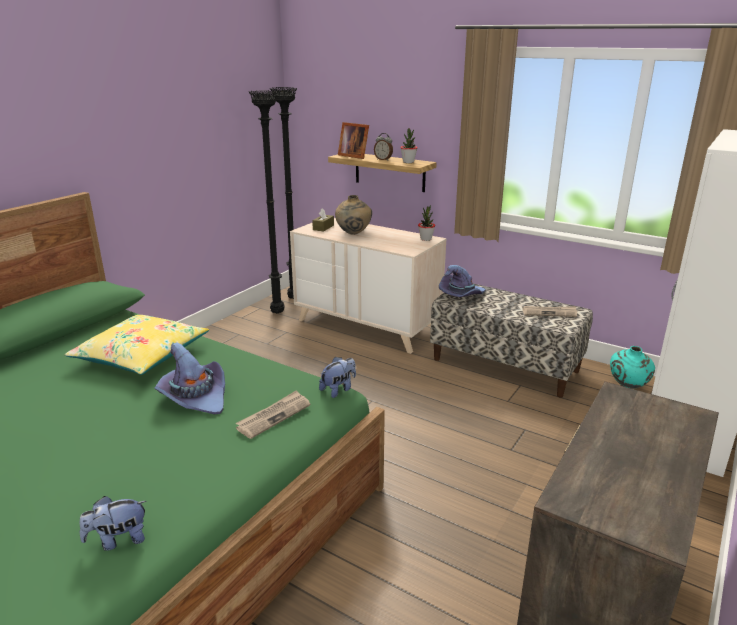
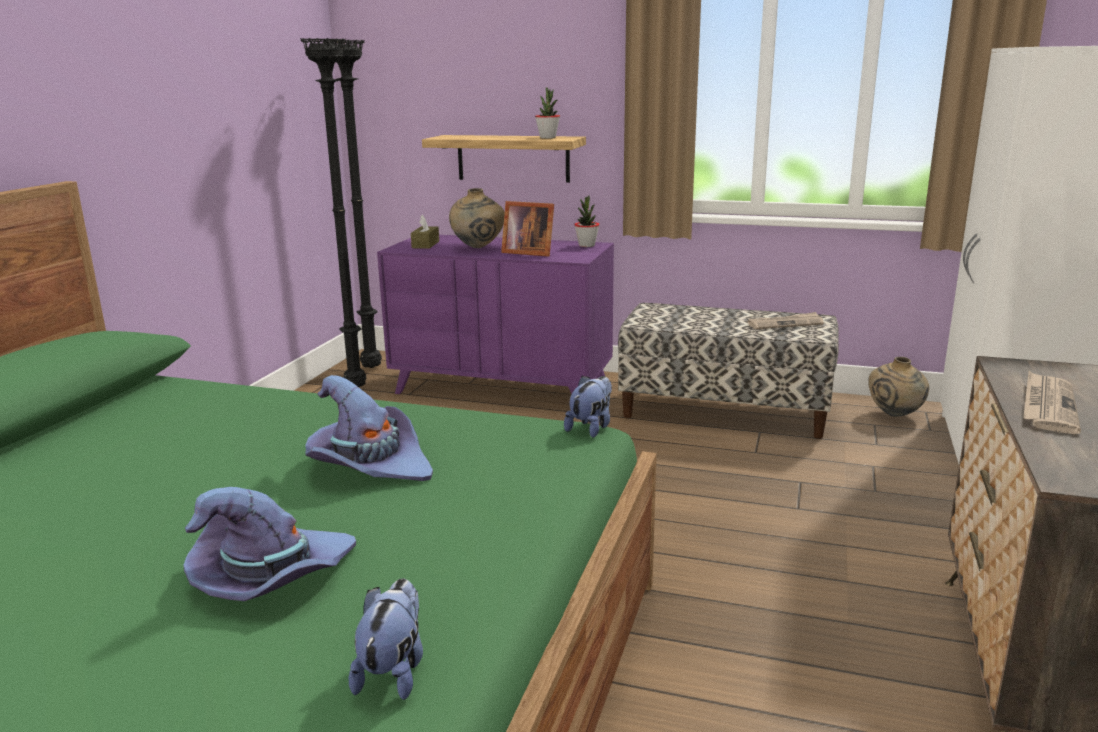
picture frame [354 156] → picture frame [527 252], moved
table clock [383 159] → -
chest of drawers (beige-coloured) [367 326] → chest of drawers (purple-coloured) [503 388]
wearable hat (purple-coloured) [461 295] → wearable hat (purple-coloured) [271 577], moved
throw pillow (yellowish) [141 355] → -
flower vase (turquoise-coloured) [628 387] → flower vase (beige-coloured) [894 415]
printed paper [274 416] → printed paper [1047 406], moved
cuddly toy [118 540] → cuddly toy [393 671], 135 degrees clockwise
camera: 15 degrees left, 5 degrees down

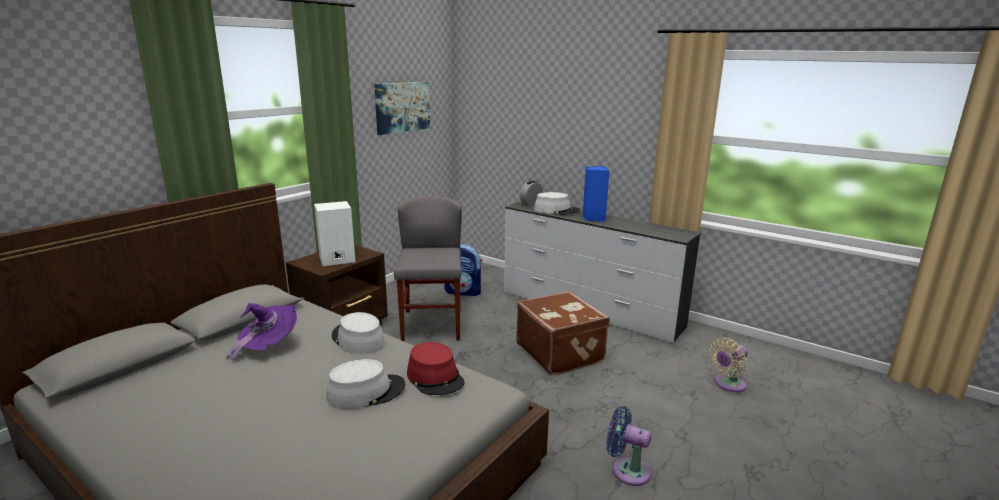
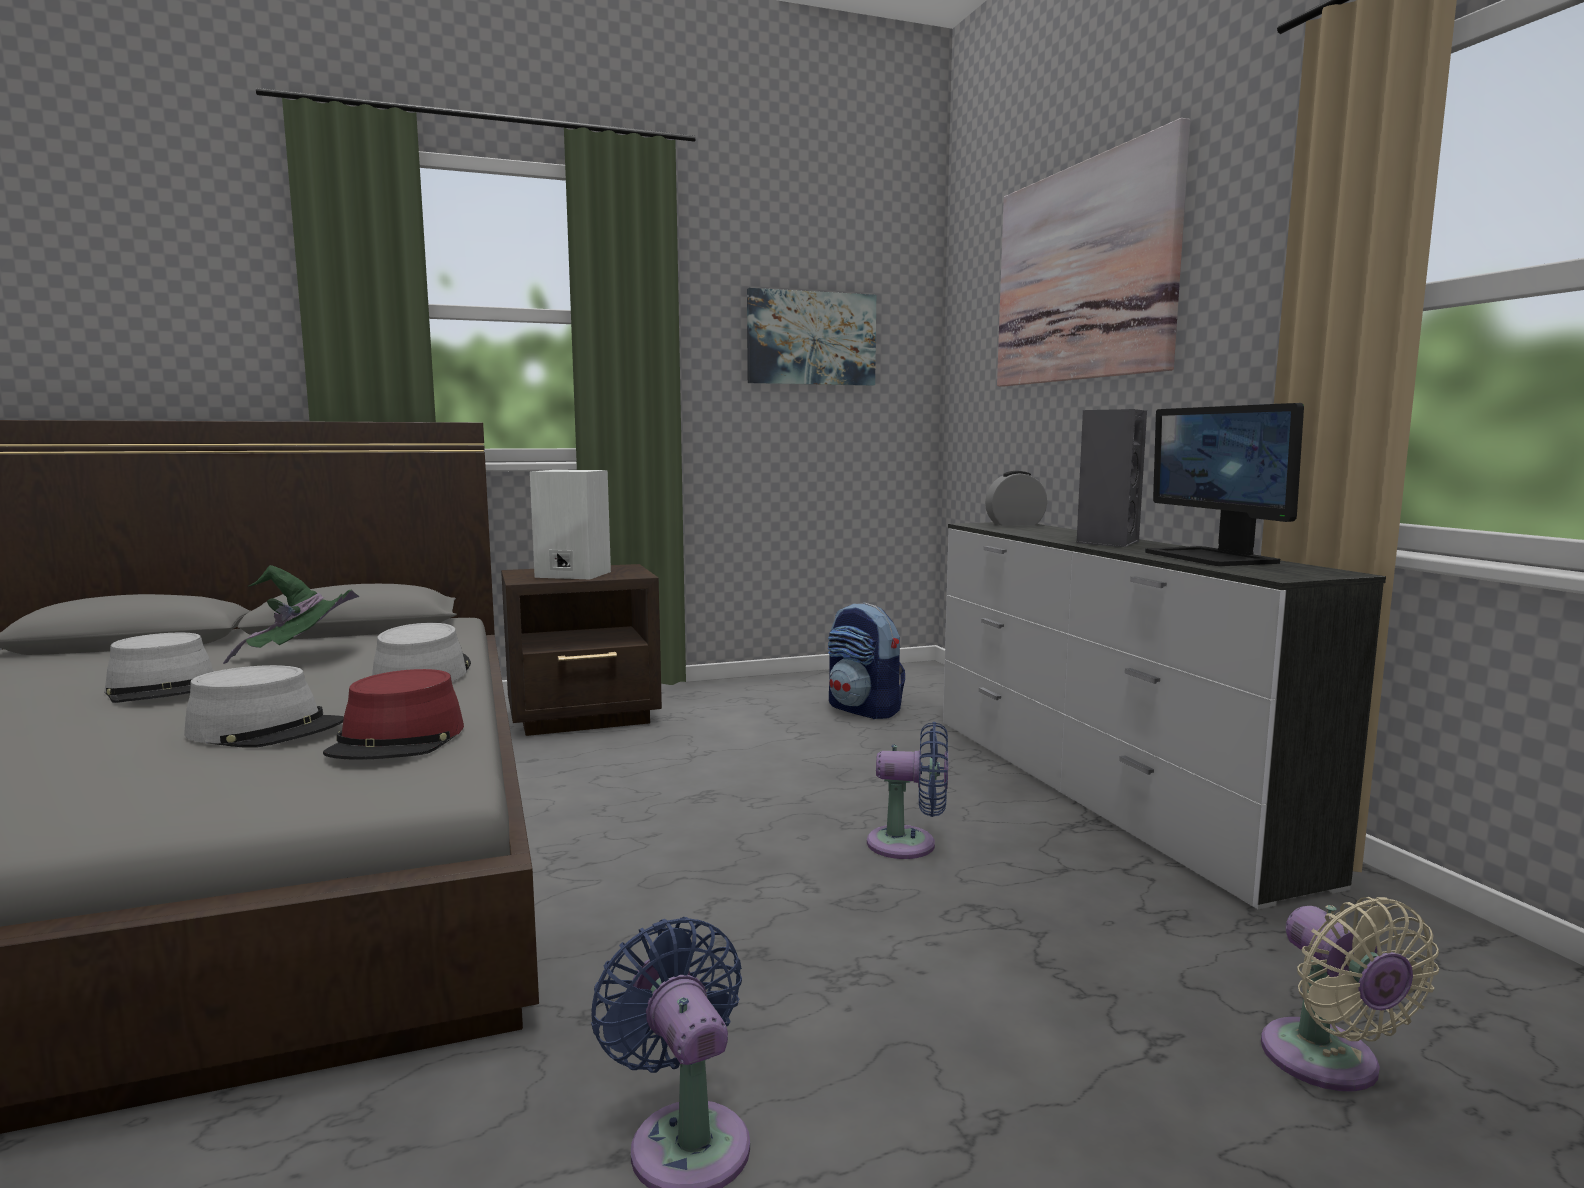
loudspeaker (blue-coloured) [593 218] → loudspeaker (grey) [1107 543]
wearable hat (grey) [556 210] → wearable hat (grey) [164 688], moved
chair (grey) [432 325] → -
travel case (brownish) [560 352] → electric fan (blue-coloured) [909 844]
wearable hat (purple-coloured) [268 346] → wearable hat (greenish) [303 658]
electric fan (beige-coloured) [728 385] → electric fan (beige-coloured) [1328 1064], 105 degrees counterclockwise
- → wall picture [1083 273]
- → computer display [1212 557]
camera: 35 degrees right, 10 degrees down

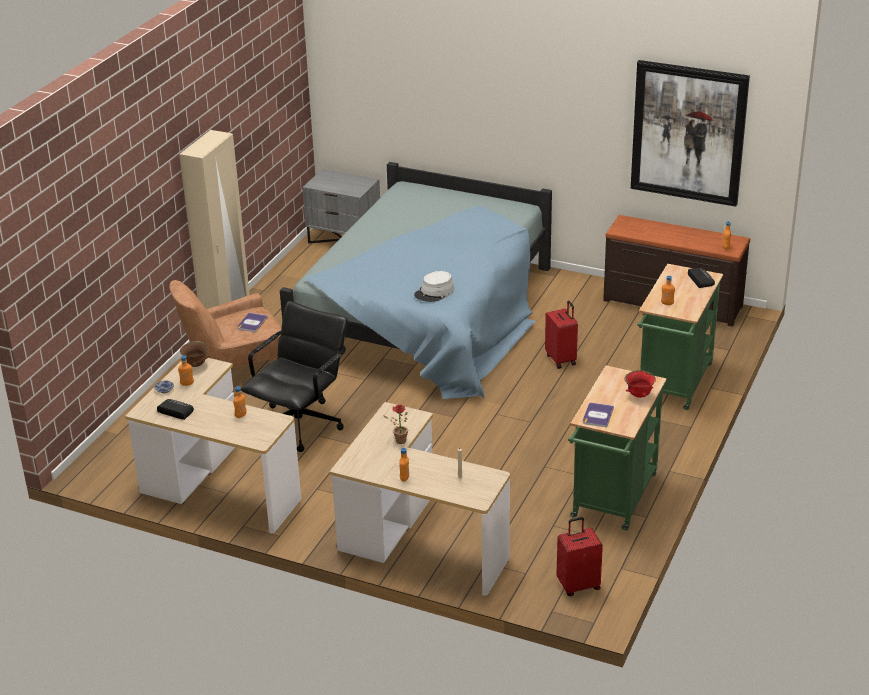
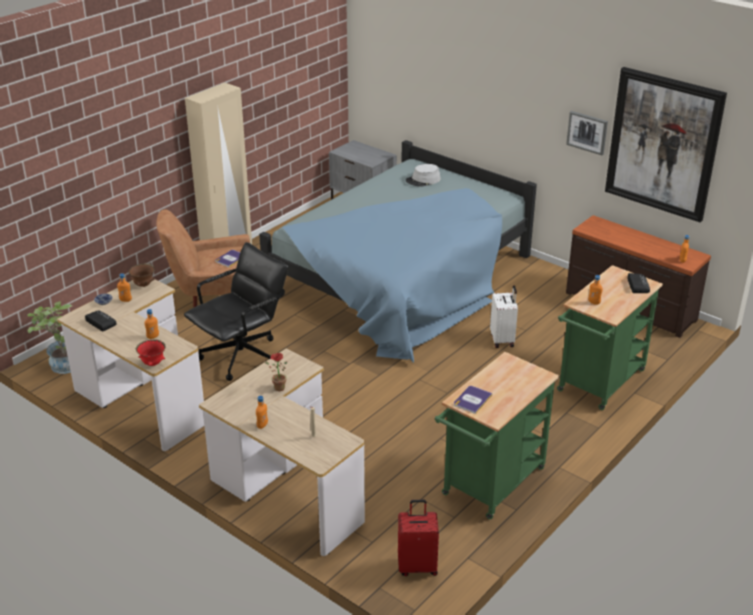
wearable hat (grey) [434 292] → wearable hat (grey) [423 180], moved
travel case (reddish) [561 359] → travel case (white) [503 340]
deep dish (reddish) [639 395] → deep dish (reddish) [153 363], moved
- → wall picture [587 132]
- → potted plant [61 364]
camera: 15 degrees right, 0 degrees up

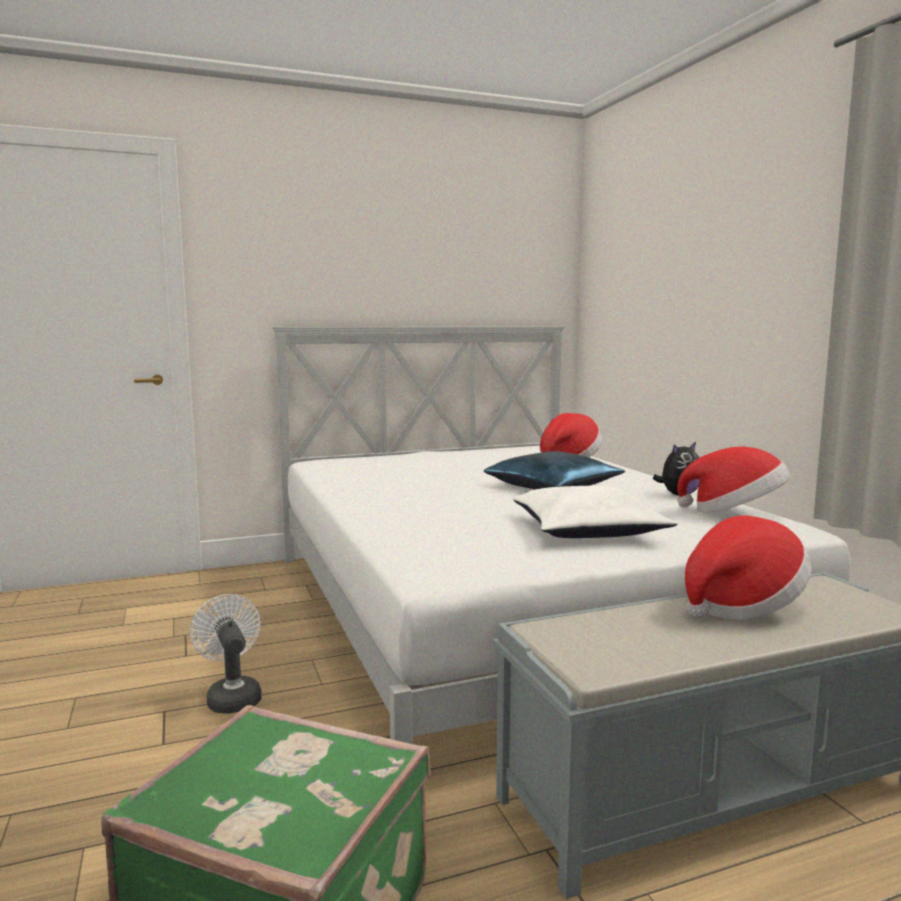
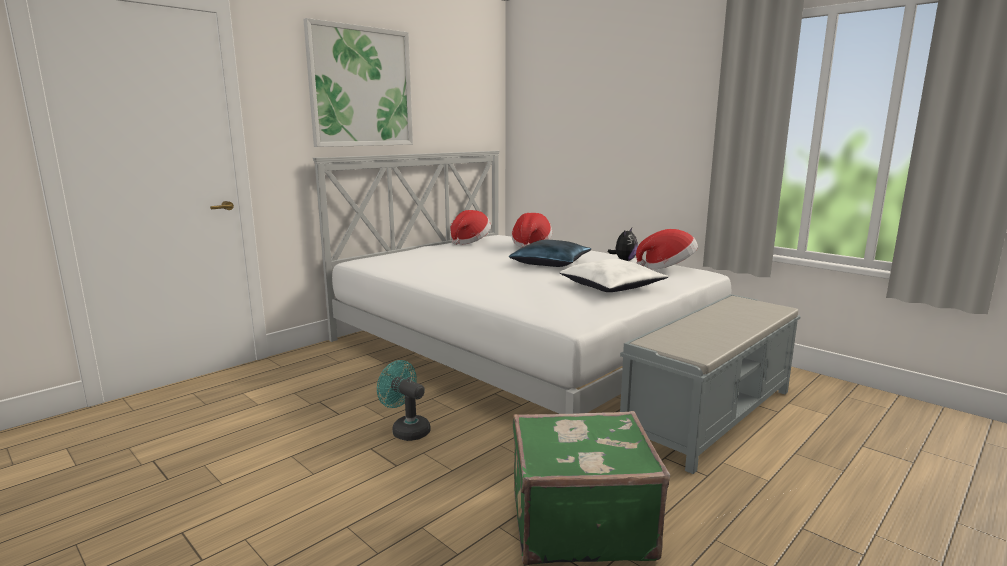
wearable hat [740 605] → wearable hat [469 241], moved
electric fan (white) [232 696] → electric fan (turquoise-coloured) [406 430]
- → wall picture [361 87]
camera: 25 degrees left, 5 degrees up

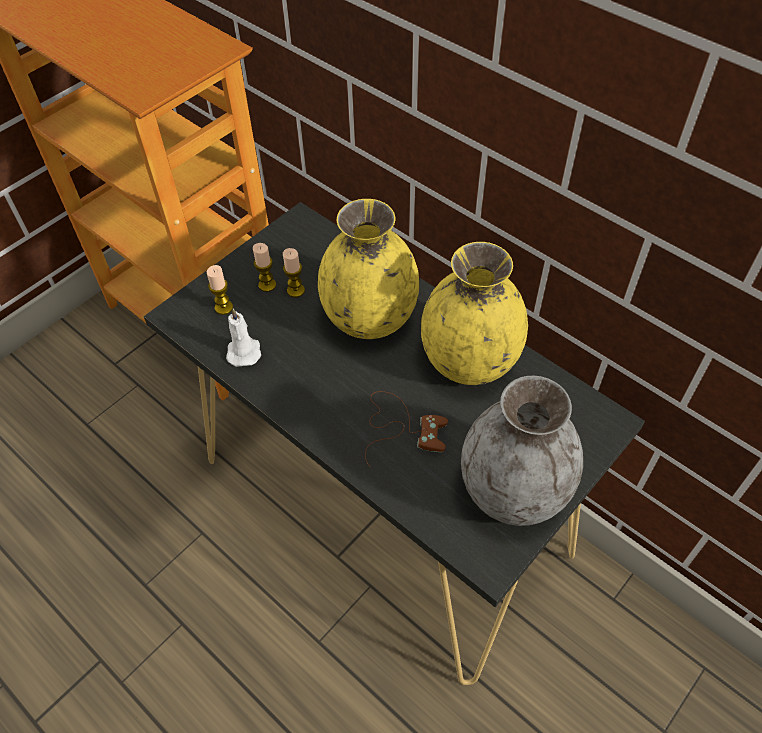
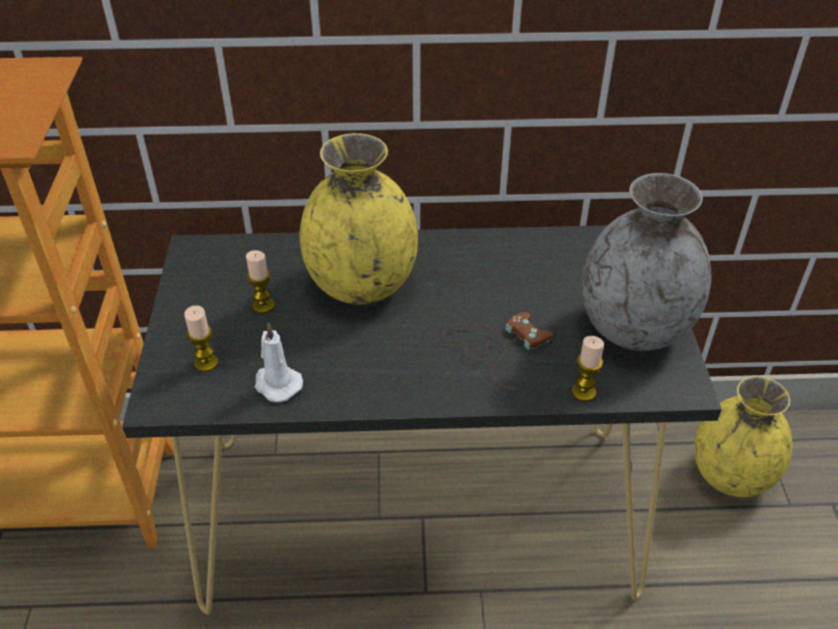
flower vase (yellowish) [469 361] → flower vase (yellowish) [731 476], moved
wax light [267 285] → wax light [583 392], moved
camera: 45 degrees left, 10 degrees down

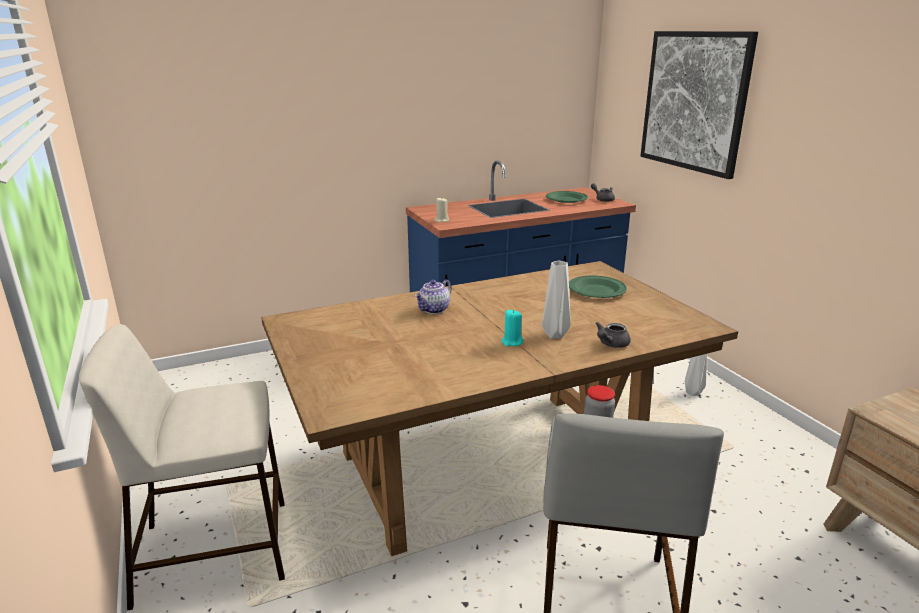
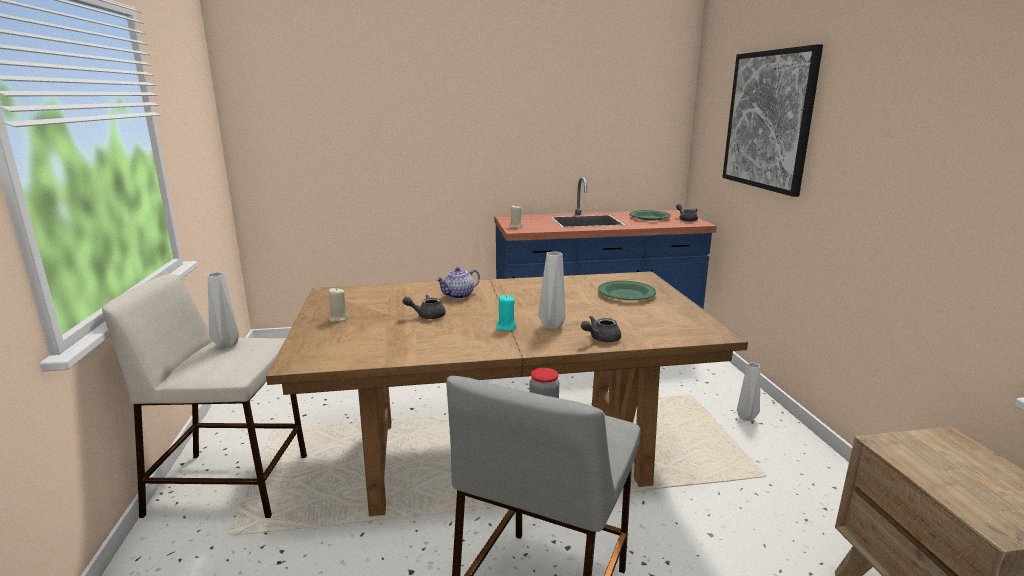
- → flower vase (grey) [226 345]
- → wax light (beige-coloured) [338 318]
- → tea pot (grey) [427 316]
camera: 15 degrees right, 5 degrees down

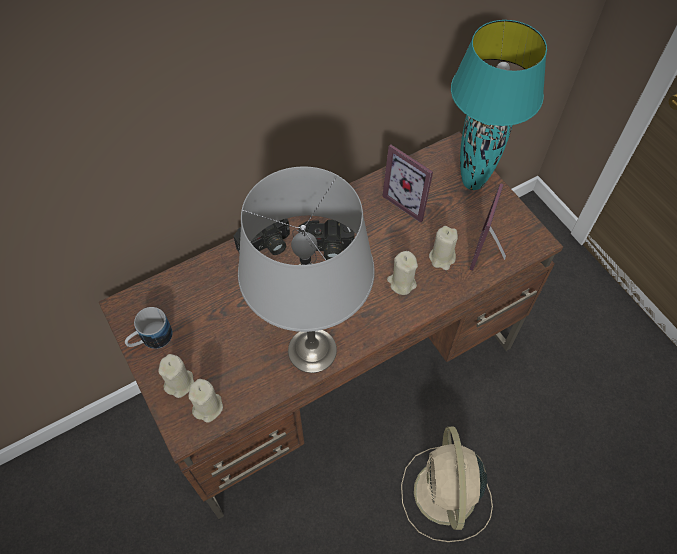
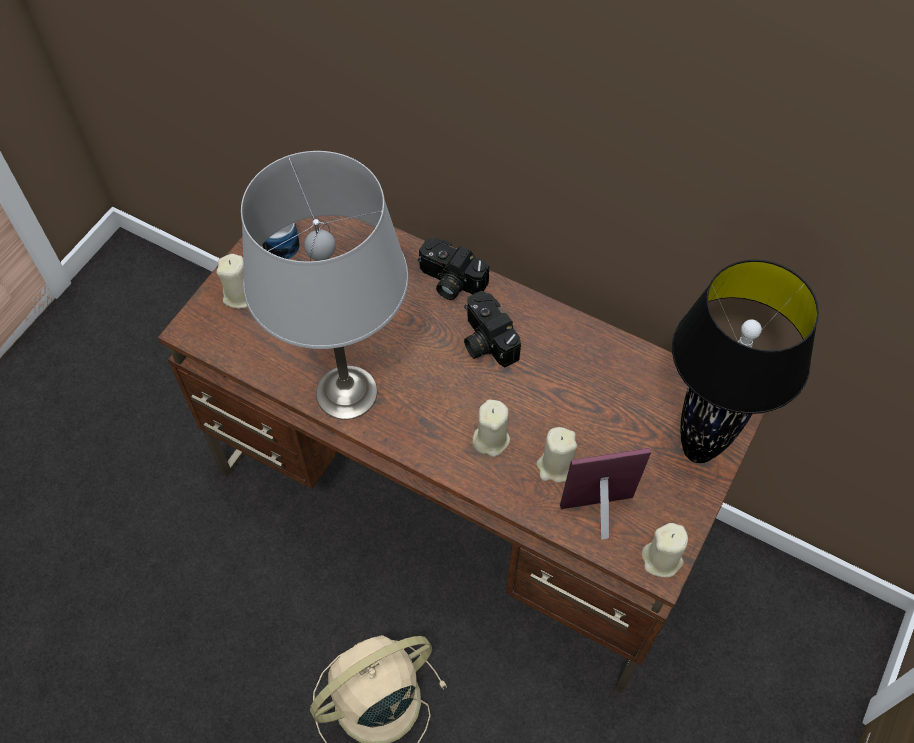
lamp for a table (turquoise-coloured) [472 182] → lamp for a table (black-coloured) [698 449]
picture frame [410 200] → -
wax light (beige-coloured) [208 407] → wax light (beige-coloured) [662 559], moved
camera: 60 degrees right, 0 degrees up

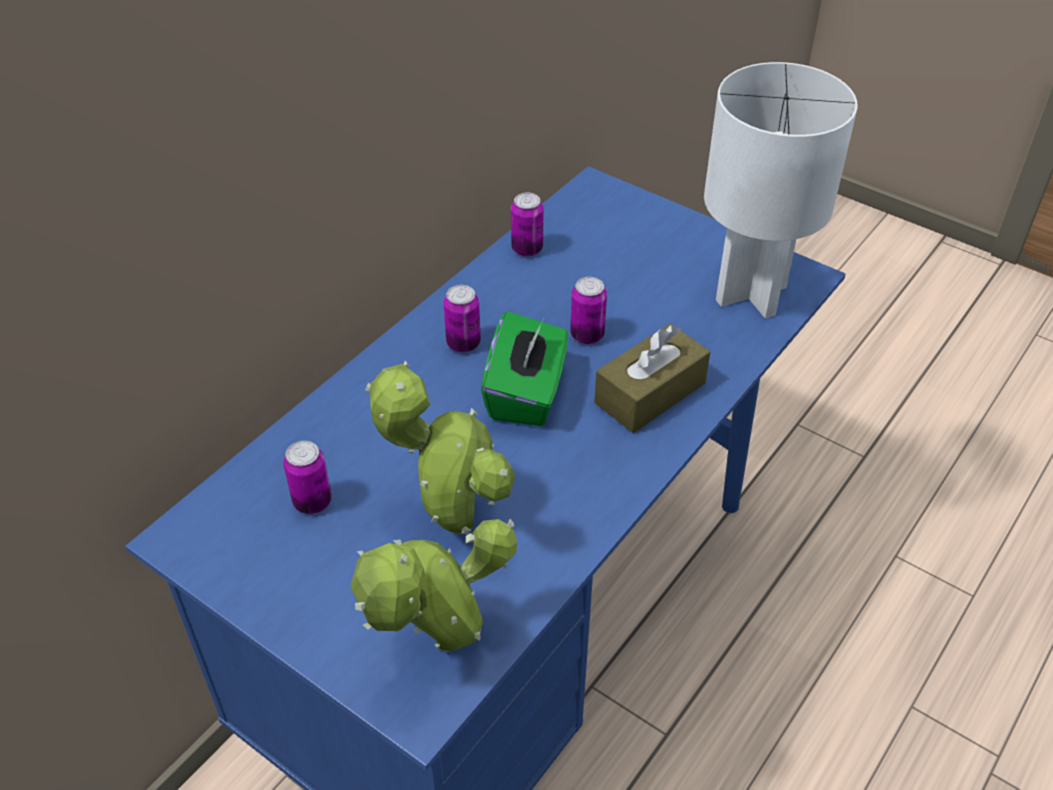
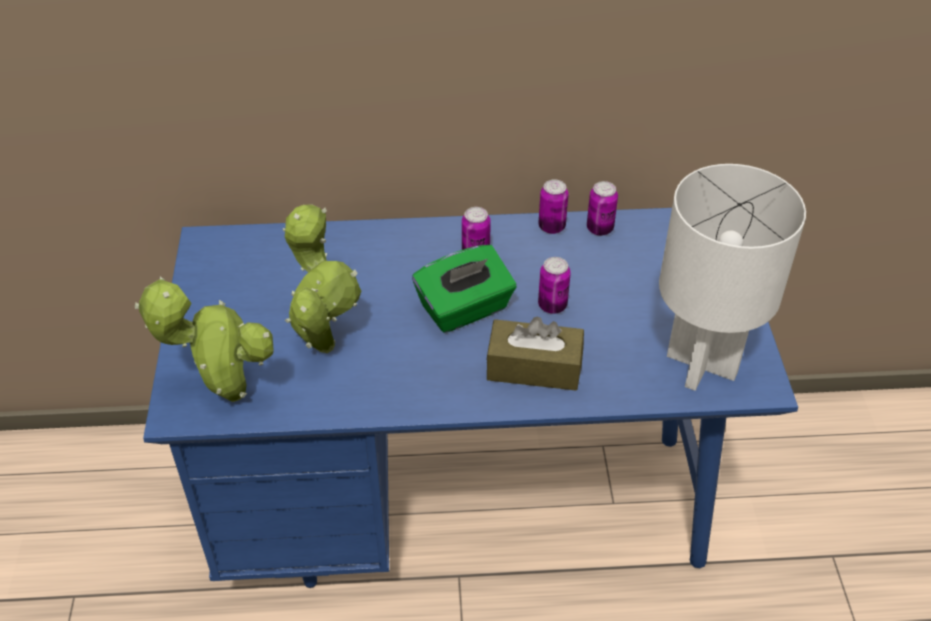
metal can [312 502] → metal can [551 227], moved
camera: 50 degrees right, 0 degrees up

